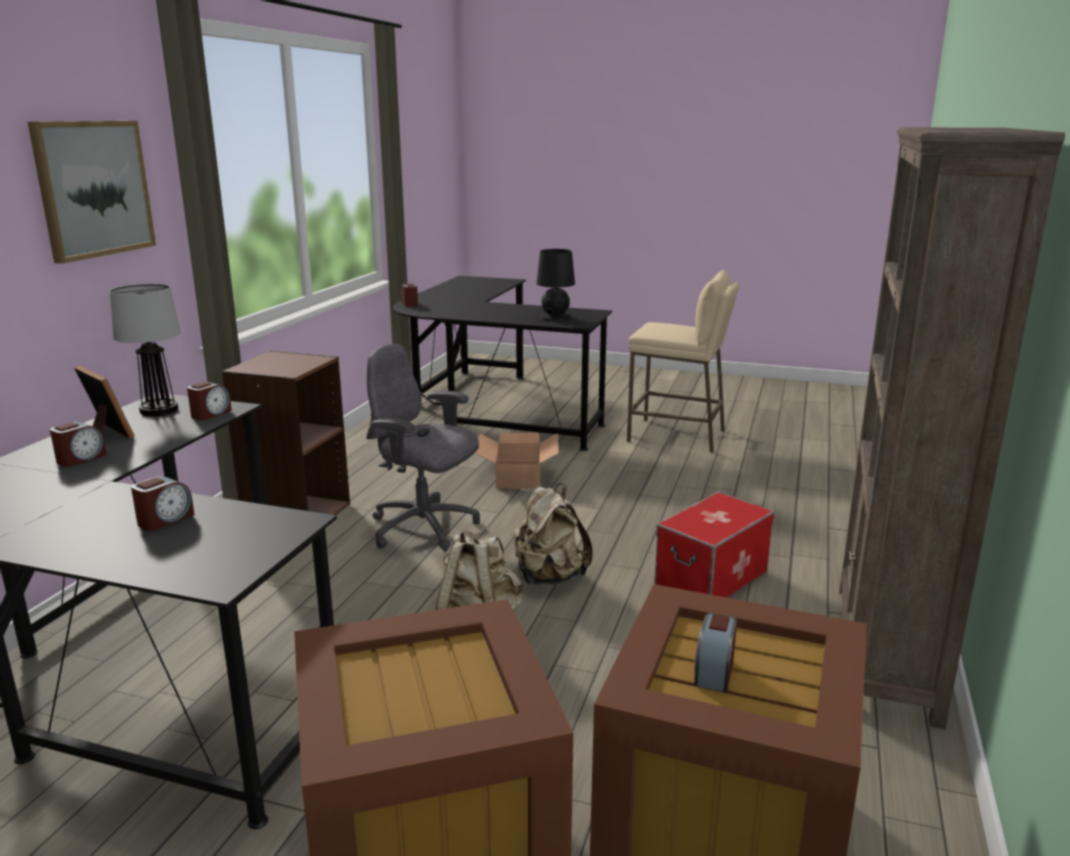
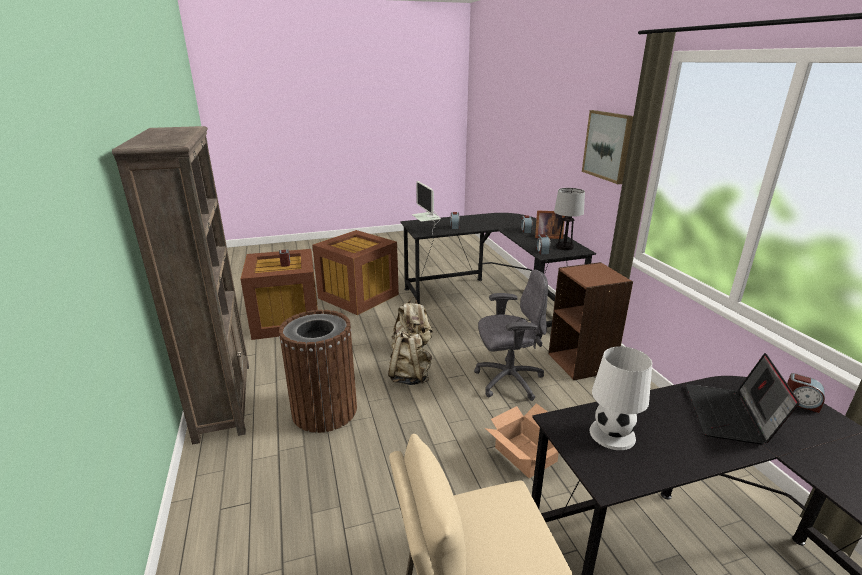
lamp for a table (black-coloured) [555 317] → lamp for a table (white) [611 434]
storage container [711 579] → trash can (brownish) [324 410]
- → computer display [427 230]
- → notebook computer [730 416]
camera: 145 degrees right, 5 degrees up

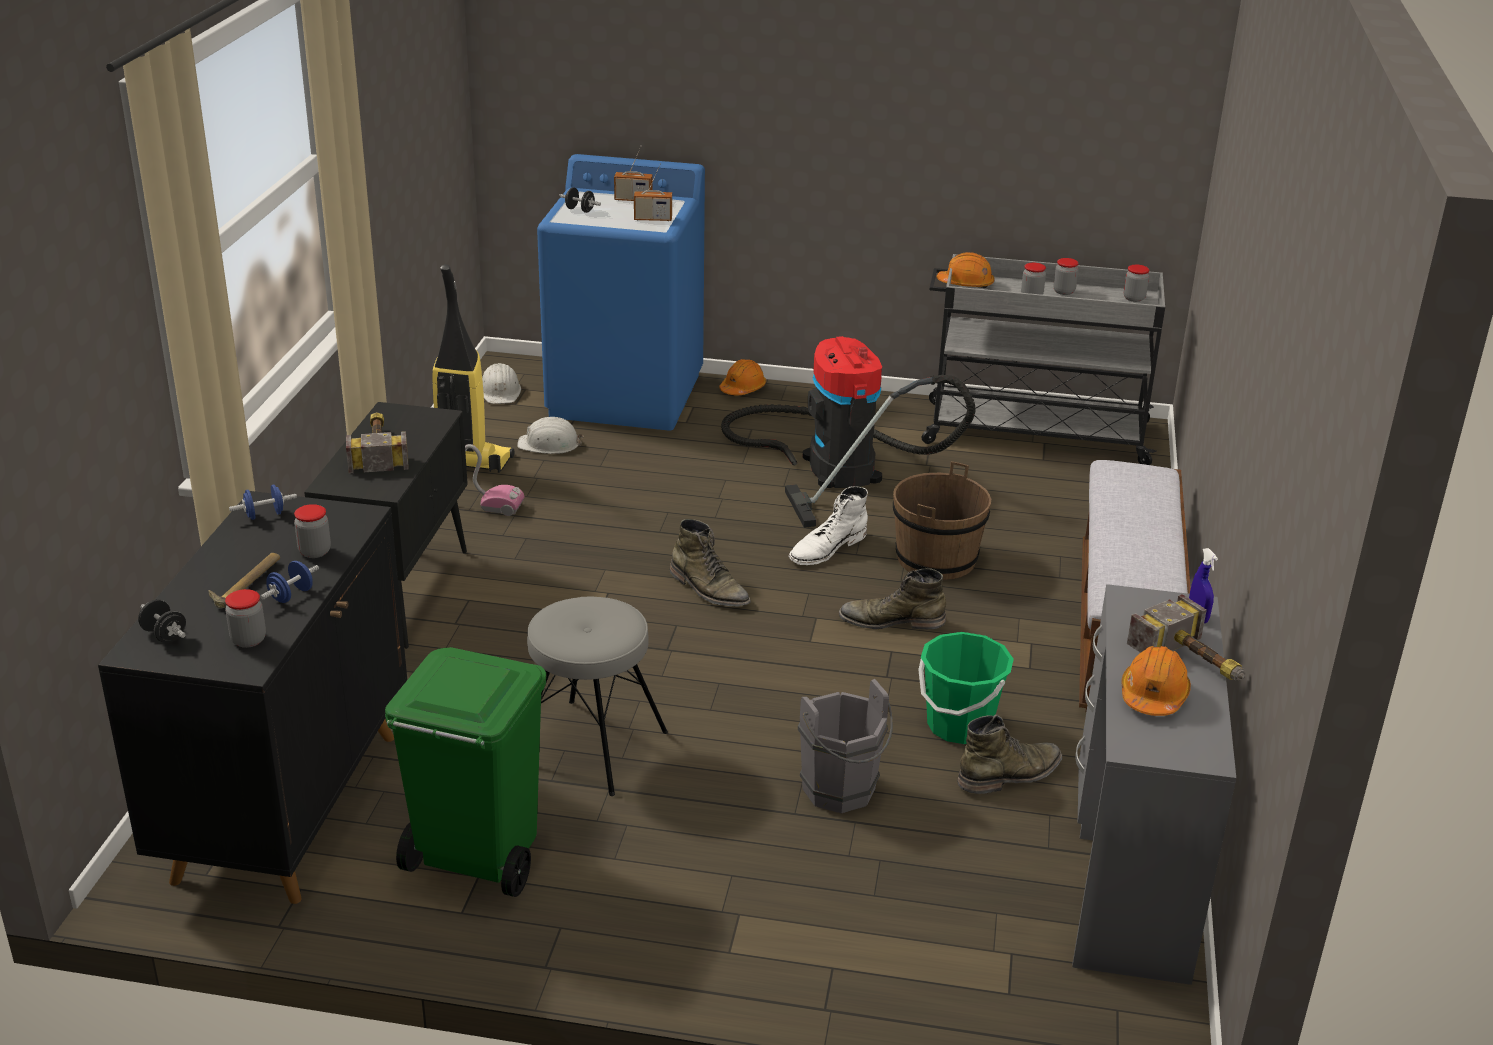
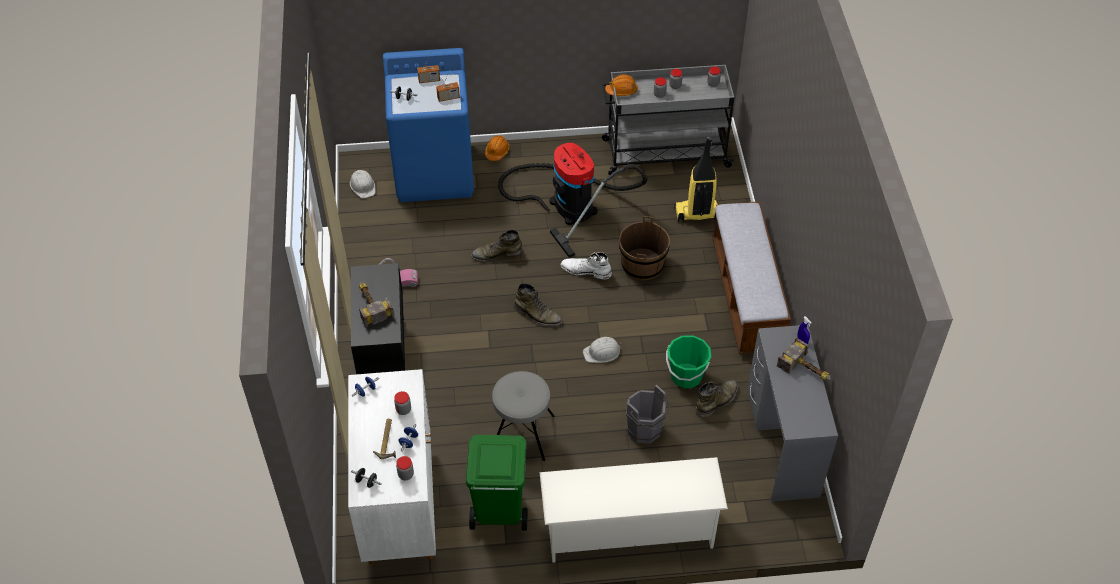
vacuum cleaner [468 461] → vacuum cleaner [697 214], moved
safety helmet (white) [549 444] → safety helmet (white) [602 352], moved
tall boot (white) [827 548] → tall boot (white) [586 270], 75 degrees clockwise
cupboard (black-coloured) [289 804] → cupboard (white) [399 505]
tall boot (greenish) [891 620] → tall boot (greenish) [496 253], moved
safety helmet (orangey) [1153 695] → -
- → shoe rack (white) [629 530]
camera: 15 degrees left, 20 degrees up

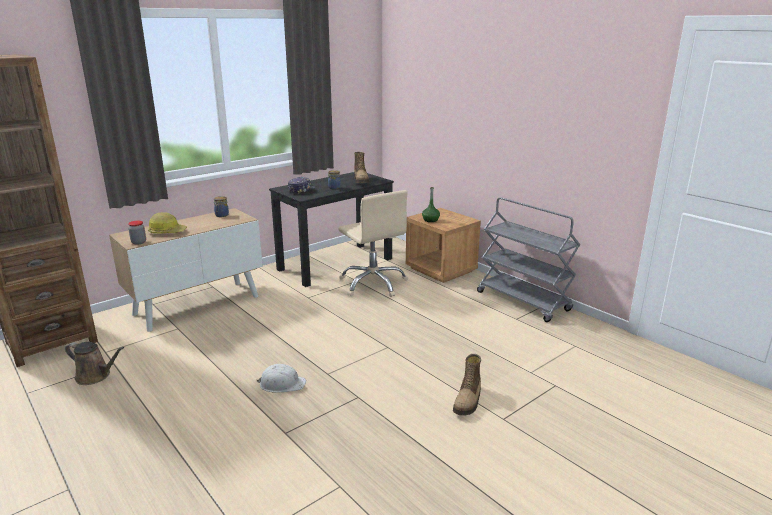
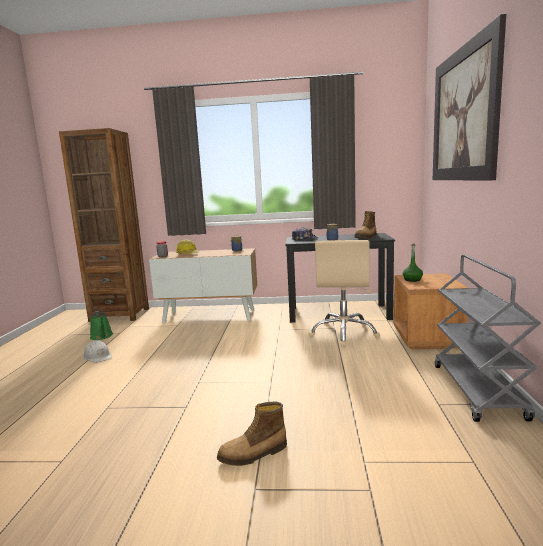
watering can (brownish) [95 376] → watering can (greenish) [102 336]
safety helmet (white) [282 384] → safety helmet (white) [98 356], moved
- → wall picture [463 115]
camera: 45 degrees right, 10 degrees down

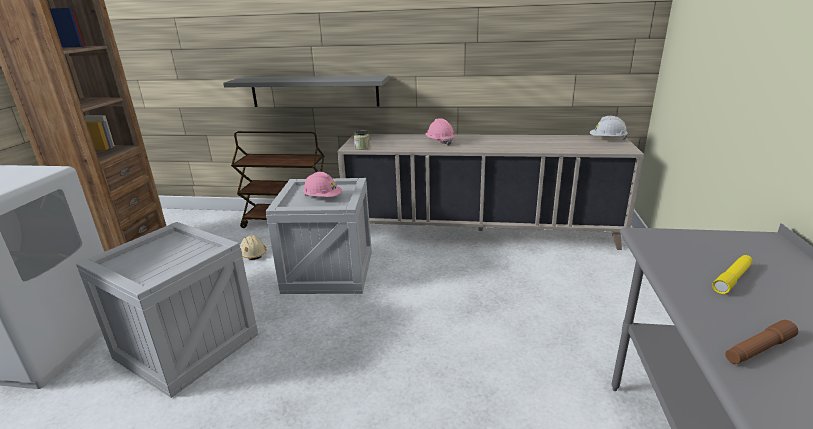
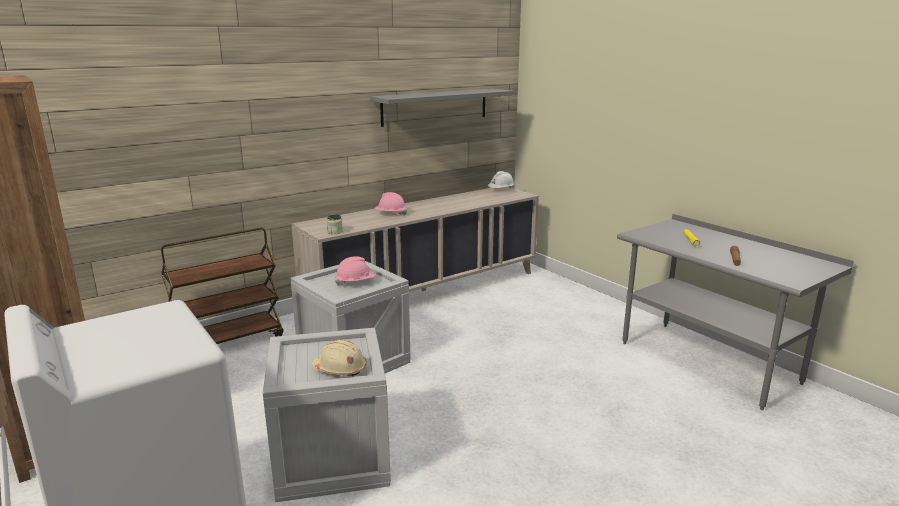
wall shelf (grey) [314 91] → wall shelf (grey) [435 106], moved
safety helmet (beige-coloured) [253 253] → safety helmet (beige-coloured) [340 369], moved
camera: 45 degrees left, 5 degrees down

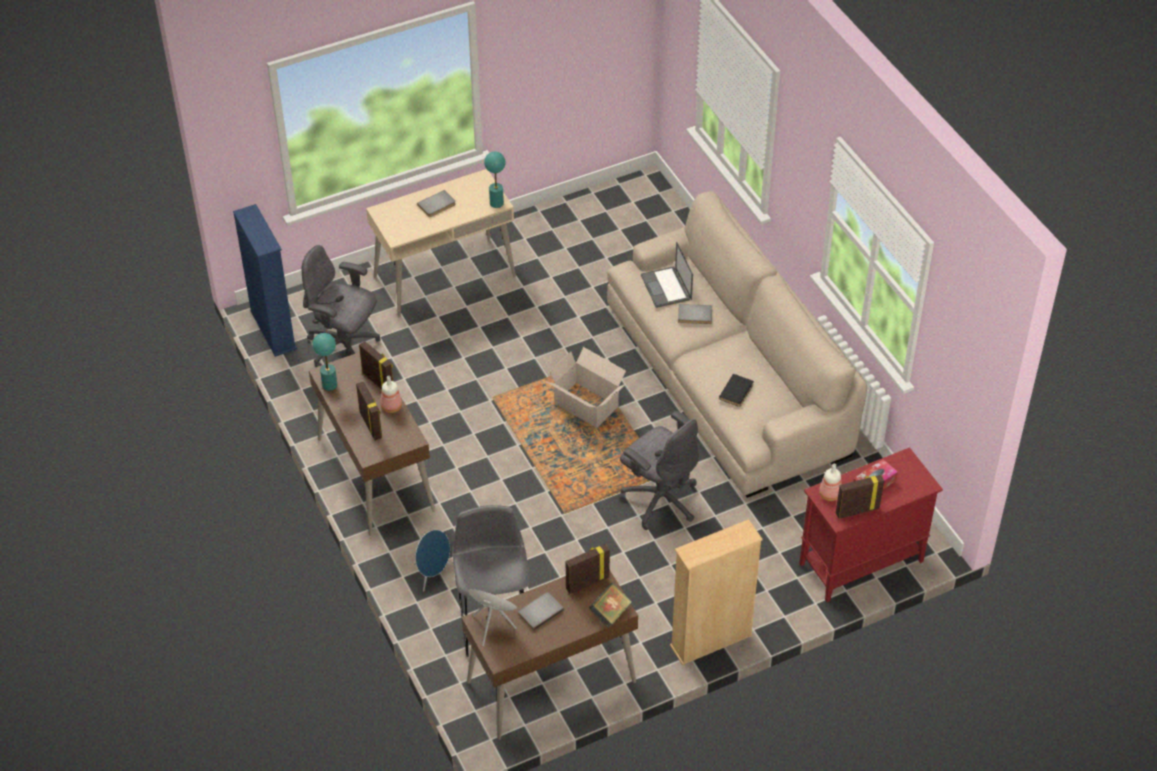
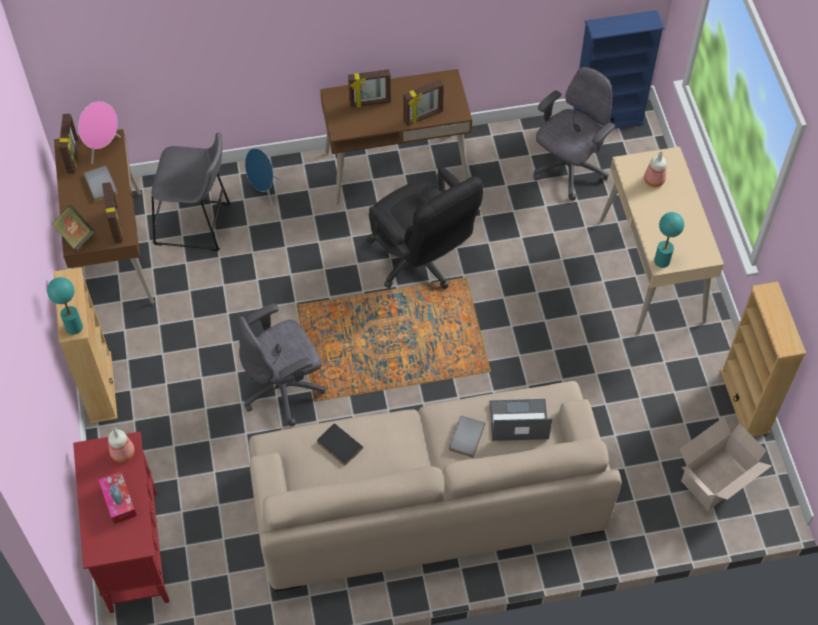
bound book (grey) [437 205] → -
lamp for a table (turquoise-coloured) [329 385] → lamp for a table (turquoise-coloured) [74 327], moved
cardboard box [587 406] → cardboard box [714 480], moved
bottle [391 407] → bottle [653 180], moved
picture frame [857 510] → picture frame [74 157], moved
- → desk chair (black-coloured) [421 262]
- → shelving unit (beige-coloured) [745 401]
camera: 105 degrees right, 10 degrees up

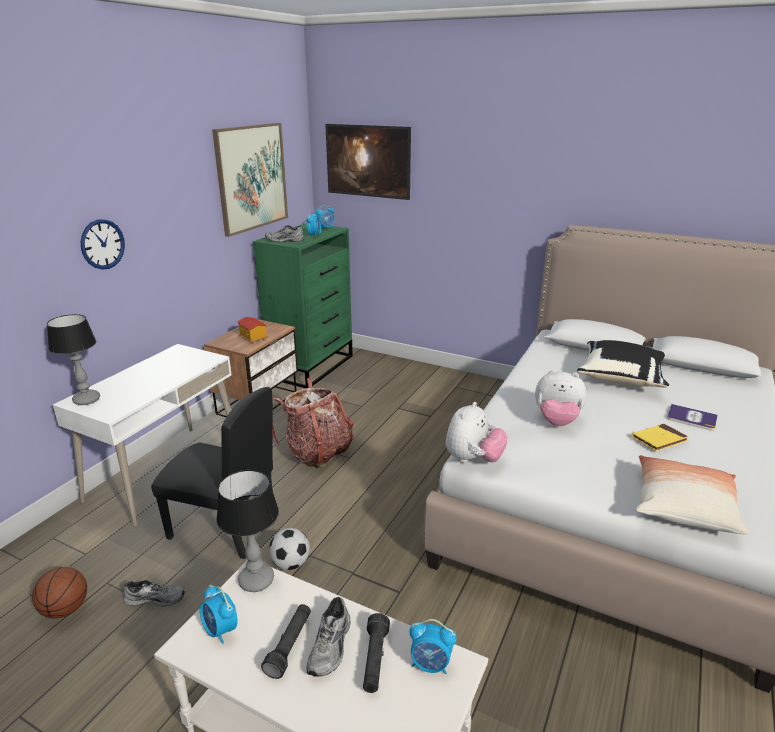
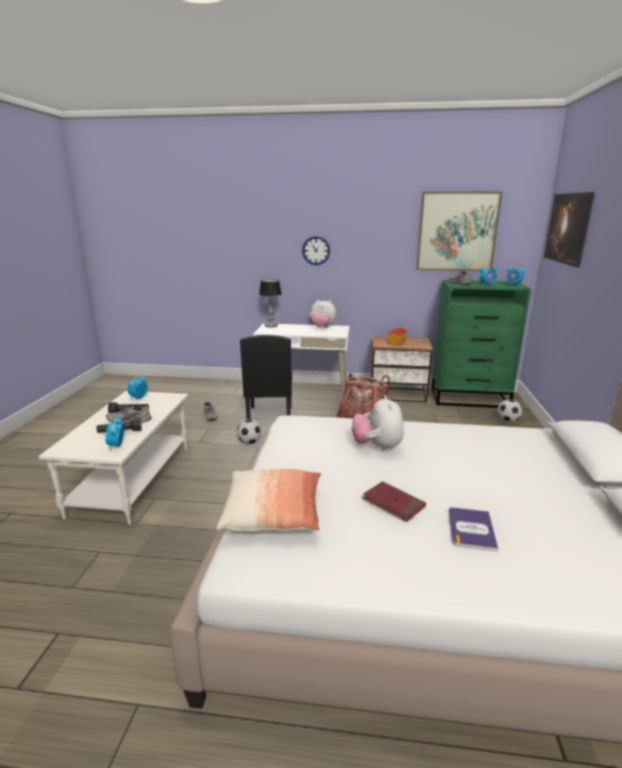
throw pillow (black-coloured) [621 377] → -
cuddly toy [473 459] → cuddly toy [322 328], moved
bound book (yellowish) [659 439] → bound book (reddish) [393 503]
lamp for a table [257 580] → -
basketball [65 609] → -
- → ball for football [508 420]
camera: 70 degrees right, 5 degrees down

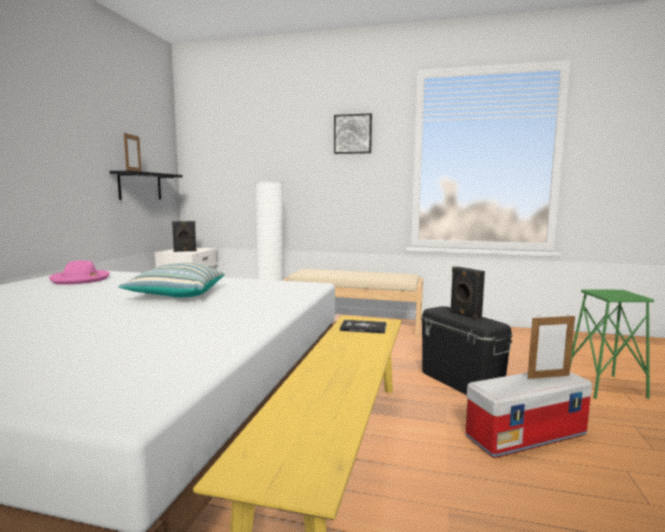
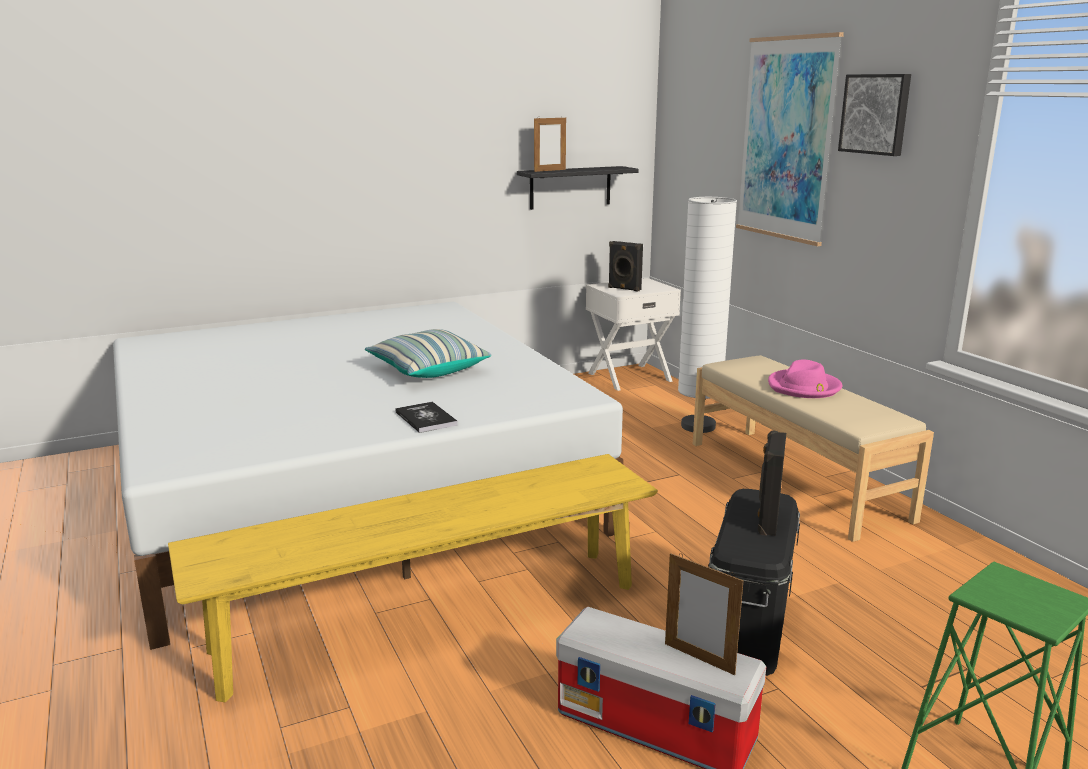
wearable hat (pink) [80 279] → wearable hat (pink) [804 387], moved
bound book [363 328] → bound book [426 418], moved
- → wall picture [786 139]
camera: 50 degrees right, 10 degrees up

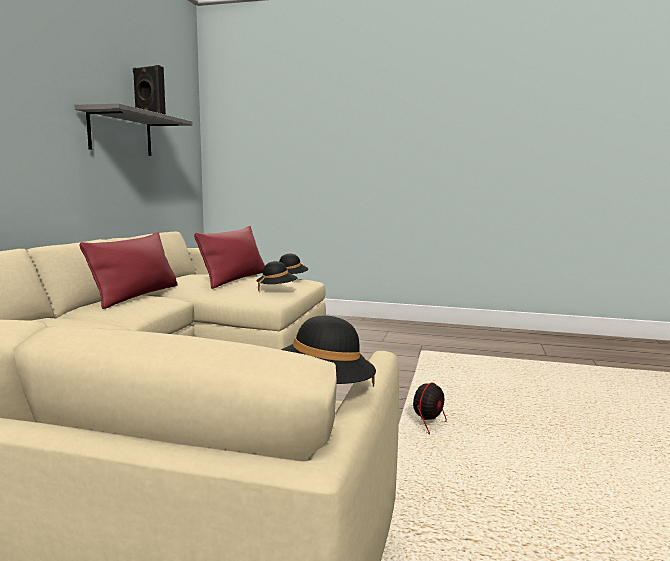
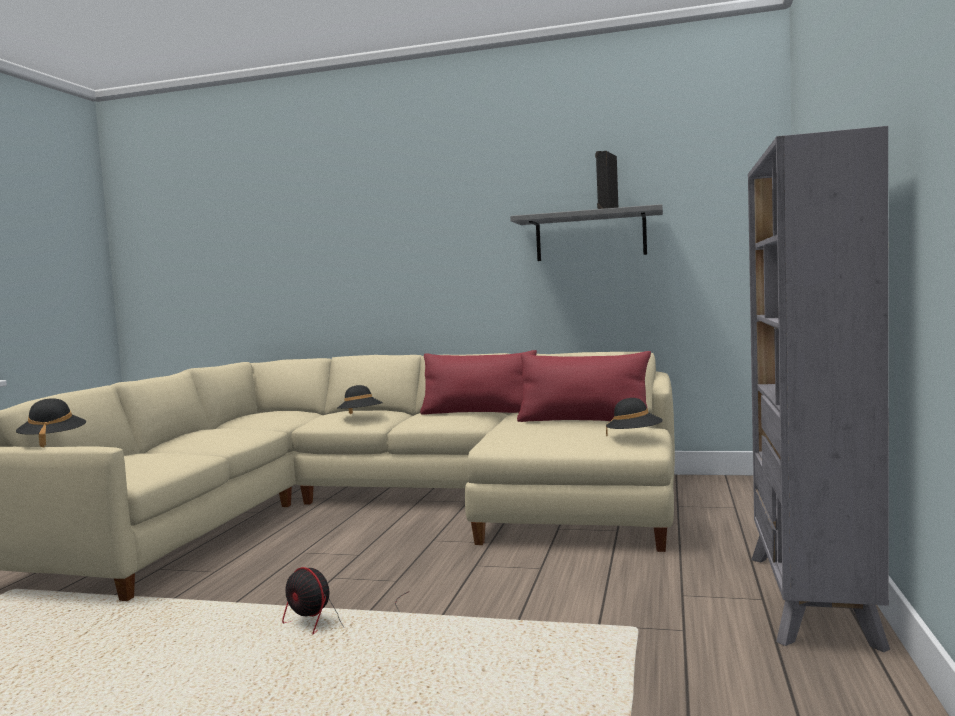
wearable hat (black-coloured) [277 289] → wearable hat (black-coloured) [361 416], moved
- → shelving unit (grey) [810 599]
camera: 90 degrees right, 5 degrees down

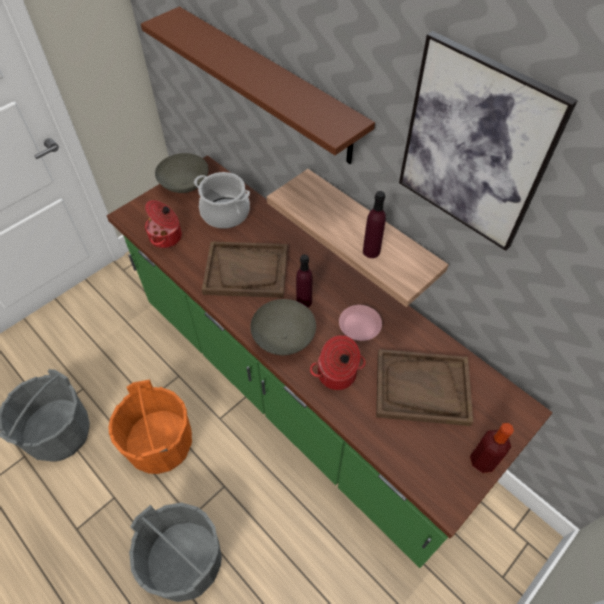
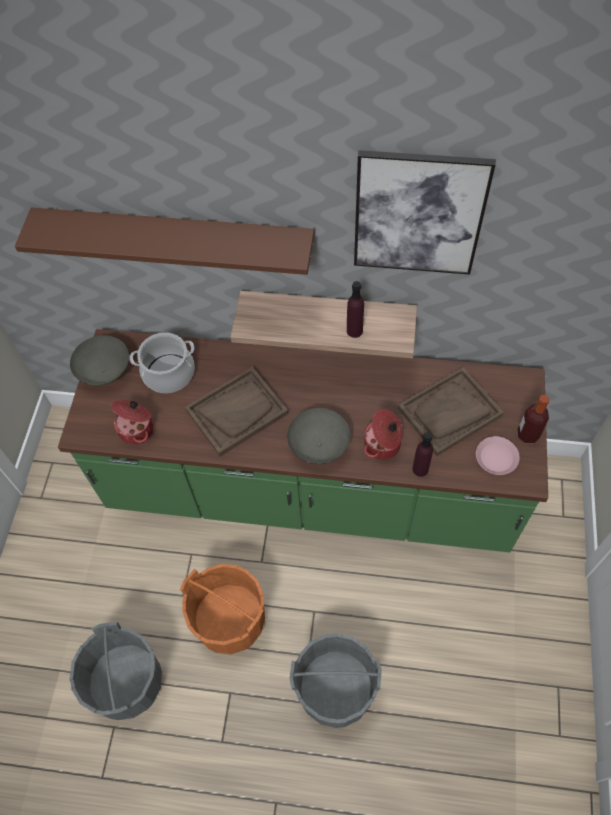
bottle (purple-coloured) [304 301] → bottle (purple-coloured) [420 469], moved
flat dish (pink) [359 325] → flat dish (pink) [496 458], moved
camera: 35 degrees left, 5 degrees up

